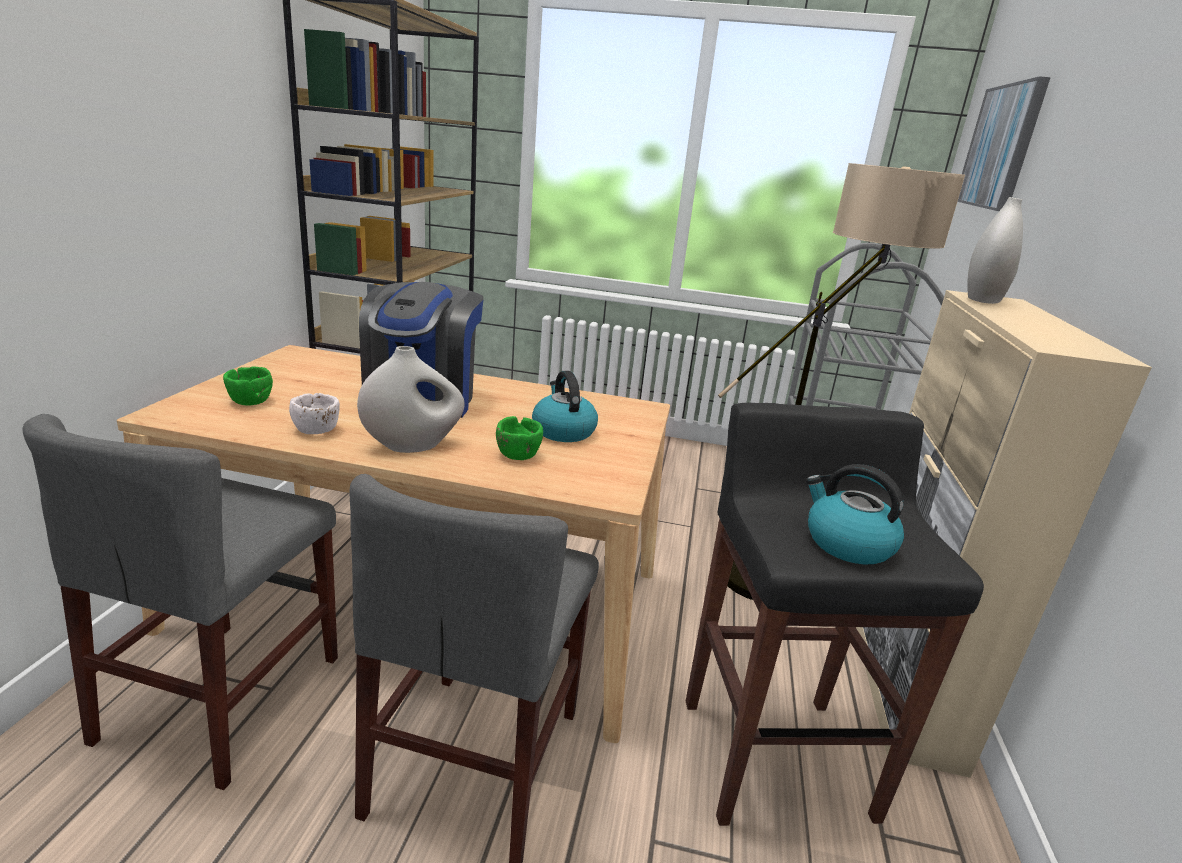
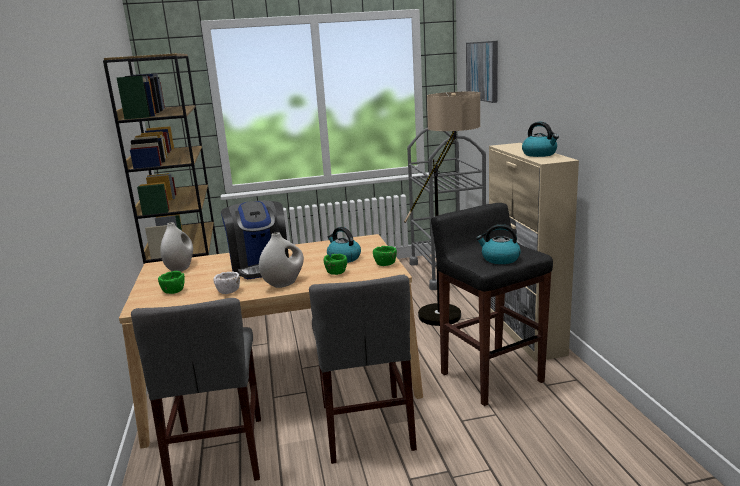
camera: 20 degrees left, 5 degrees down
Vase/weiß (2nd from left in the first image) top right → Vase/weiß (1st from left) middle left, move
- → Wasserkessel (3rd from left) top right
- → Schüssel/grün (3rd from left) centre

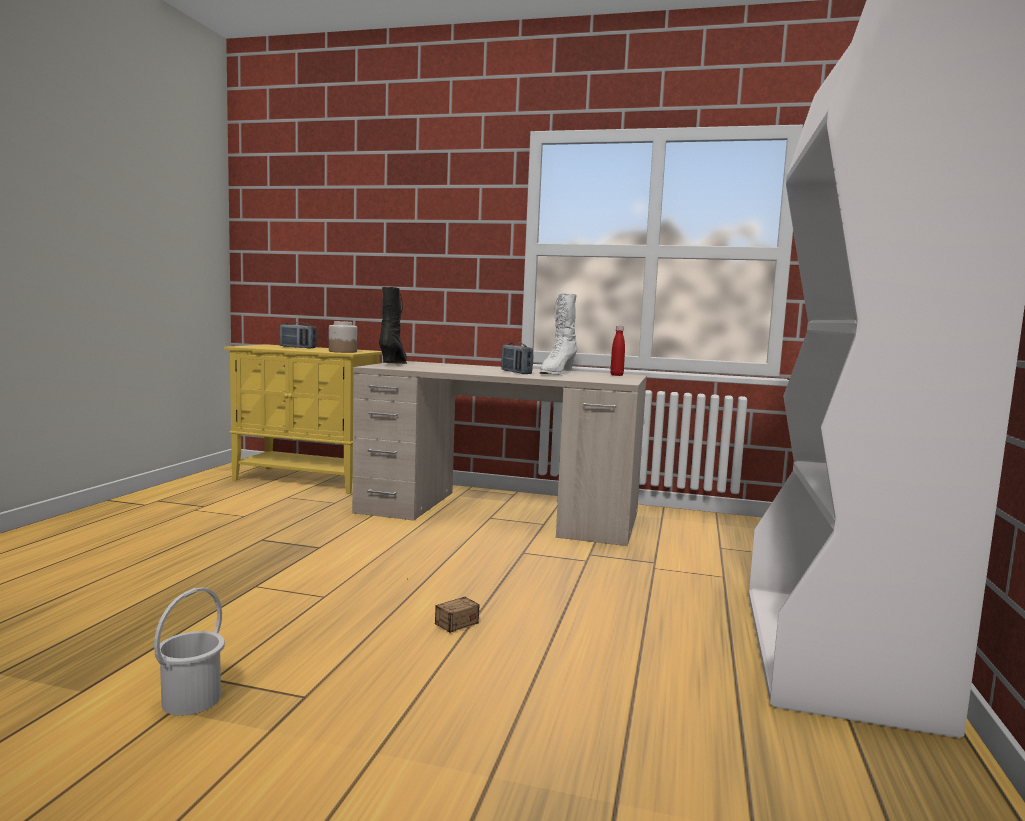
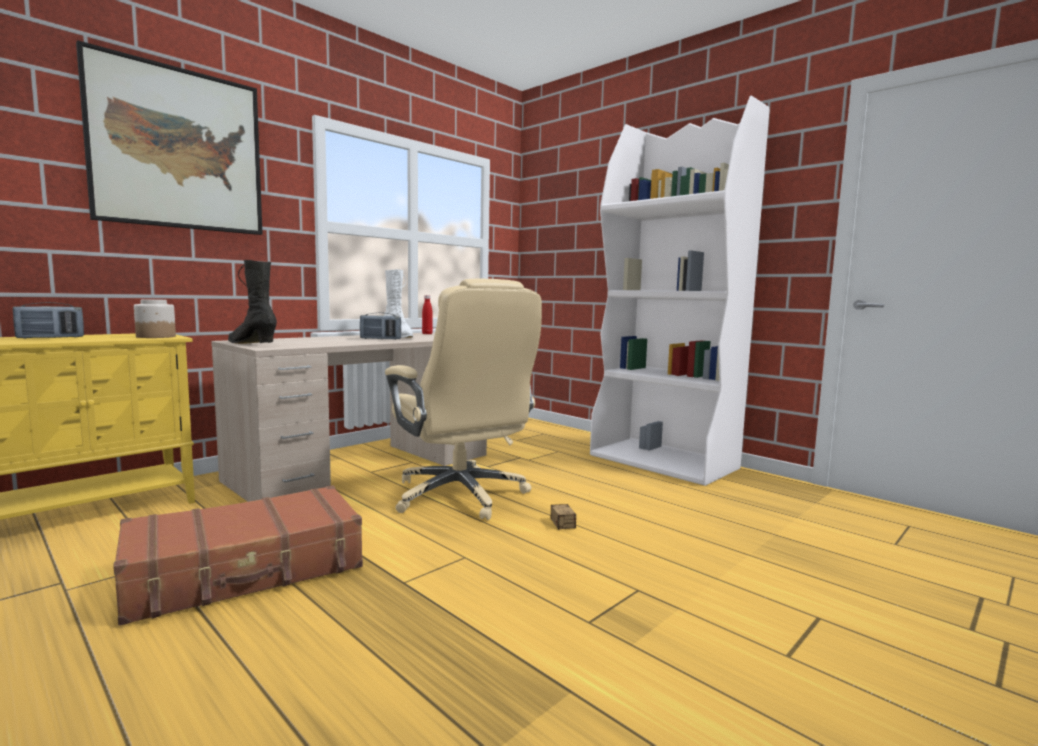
camera: 60 degrees left, 0 degrees up
Eimer/weiß bottom left → -
- → Bild top left
- → Bürostuhl/beige centre
- → Koffer/braun bottom left

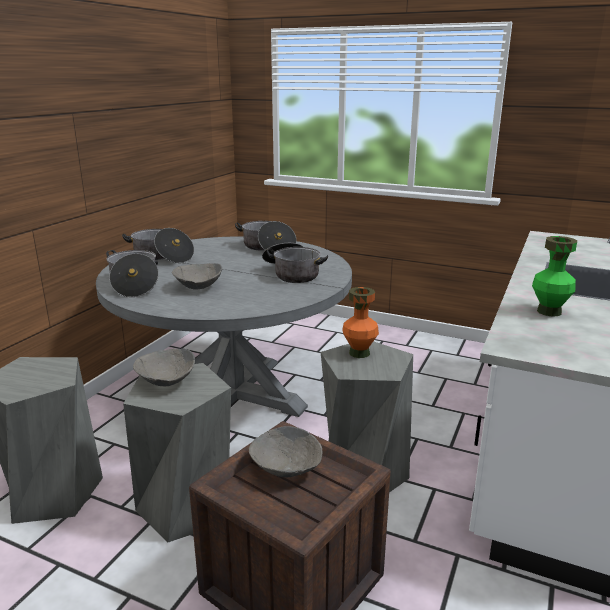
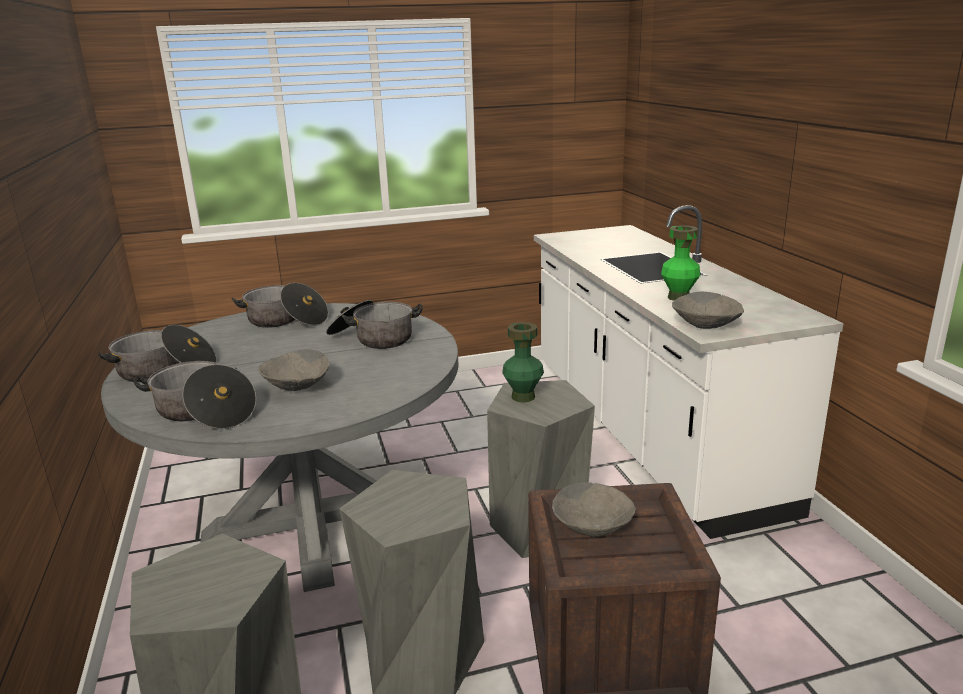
camera: 40 degrees left, 0 degrees up
Vase/orange centre → Vase/grün (1st from left) centre
Schüssel/grau (1st from left in the first image) middle left → Schüssel/grau (3rd from left) middle right, move

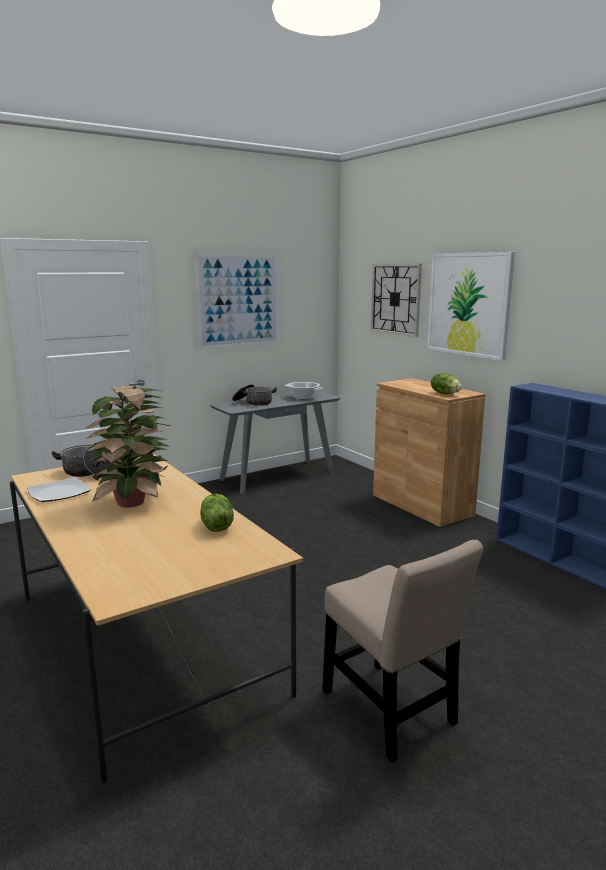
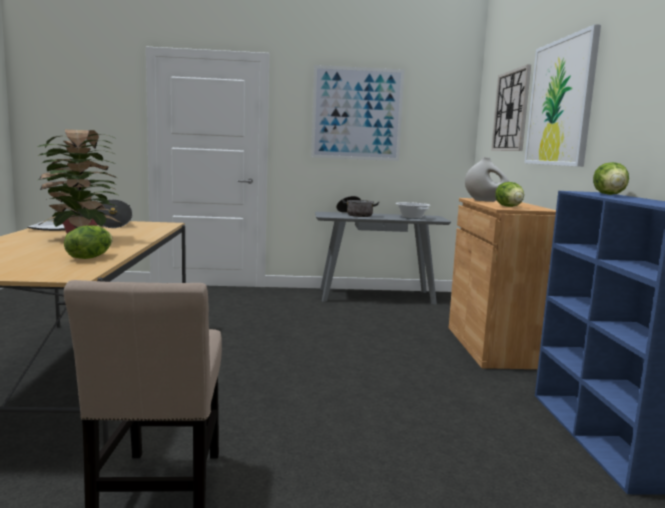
camera: 30 degrees right, 5 degrees down
- → Vase/weiß middle right
- → Salatkopf (3rd from left) middle right

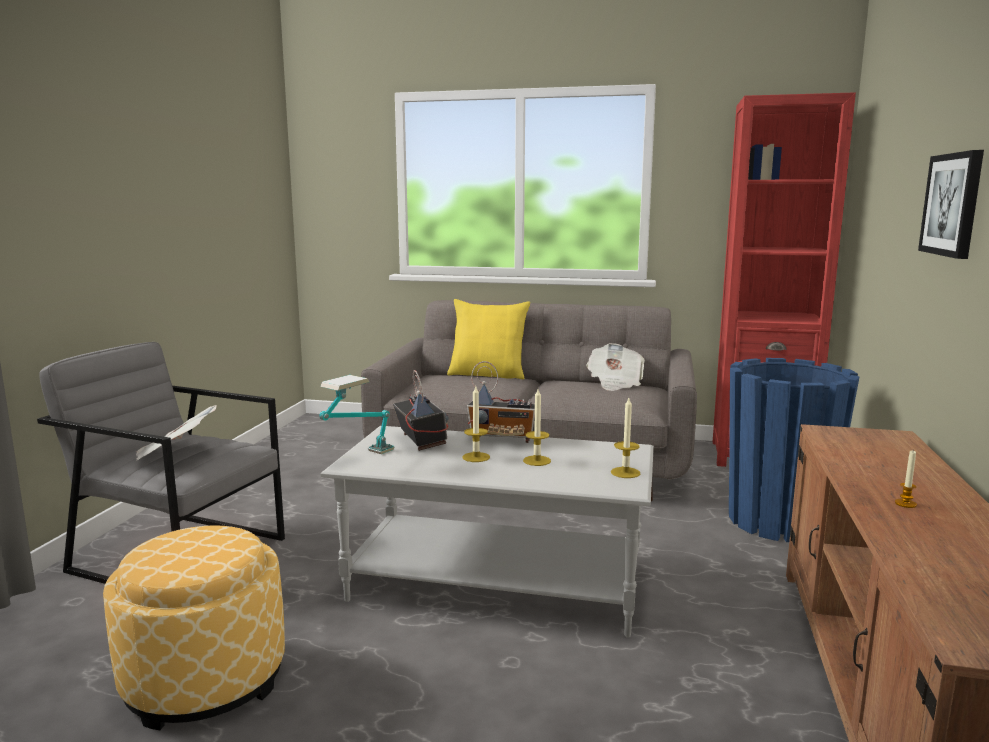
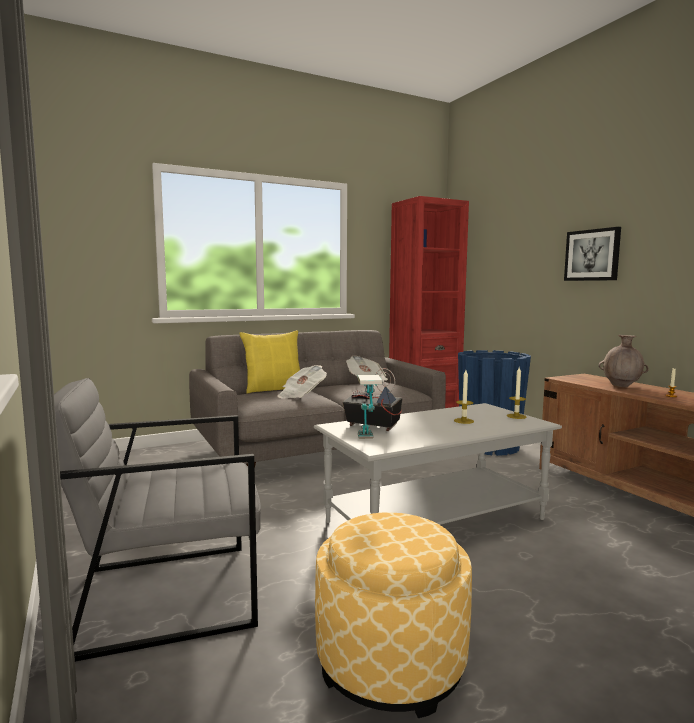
camera: 40 degrees left, 5 degrees down
Radio (2nd from left) centre → -
Kerze (1st from left) centre → -
Zeitung (1st from left) middle left → Zeitung (1st from left) centre, move
- → Vase/braun middle right

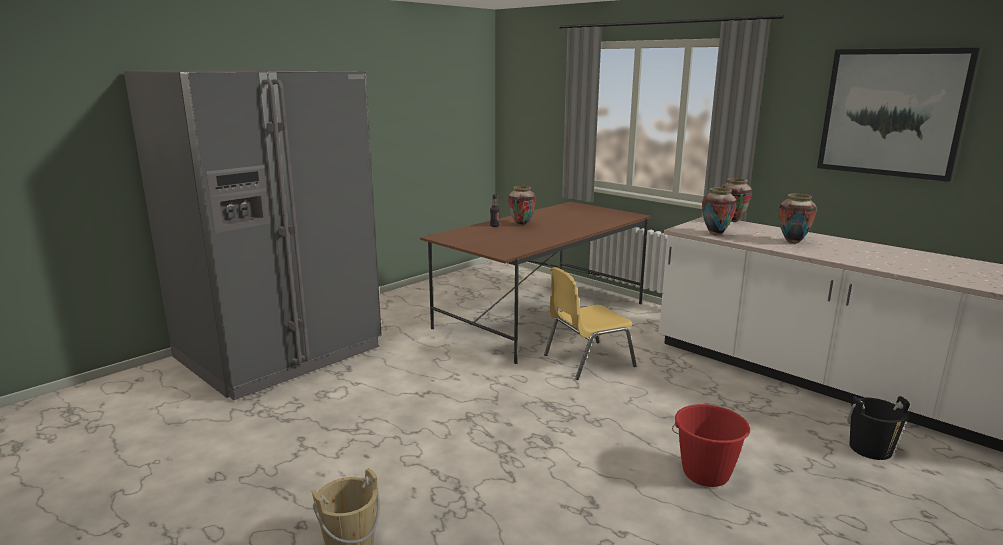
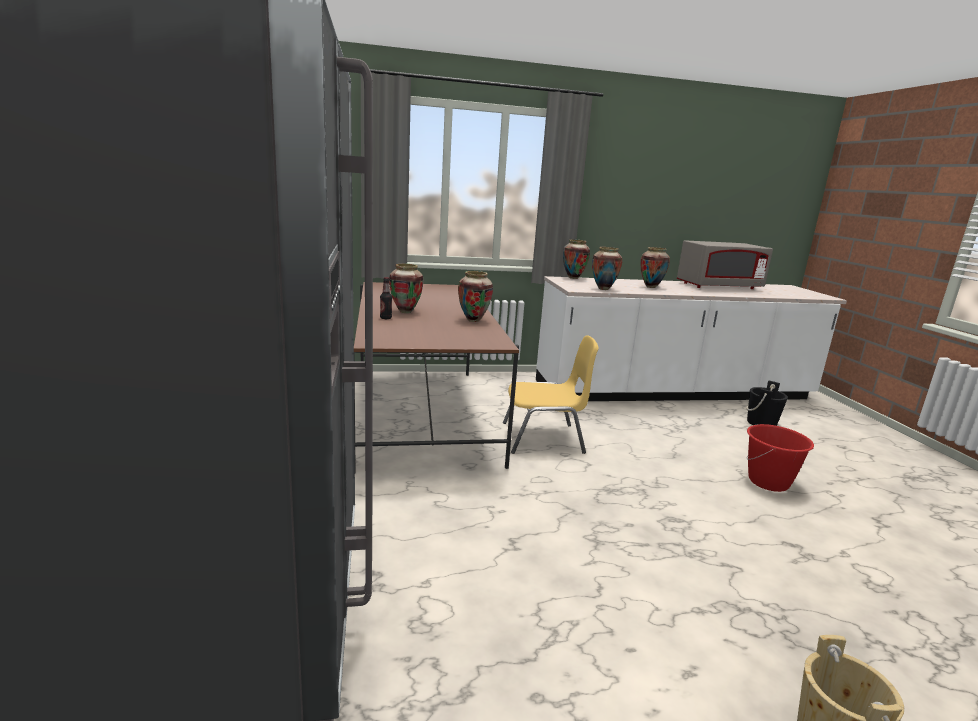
camera: 55 degrees left, 0 degrees up
Bild top right → -
Stuhl/gelb centre, 105 degrees counterclockwise
- → Mikrowelle/grau middle right
- → Vase (2nd from left) centre

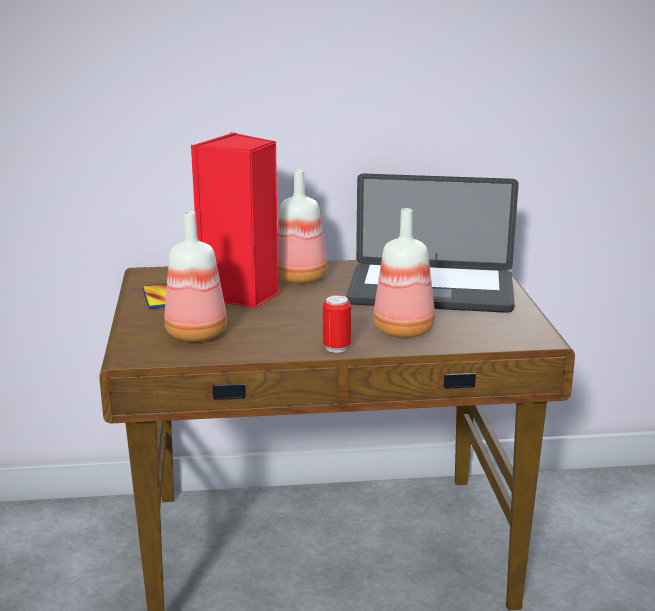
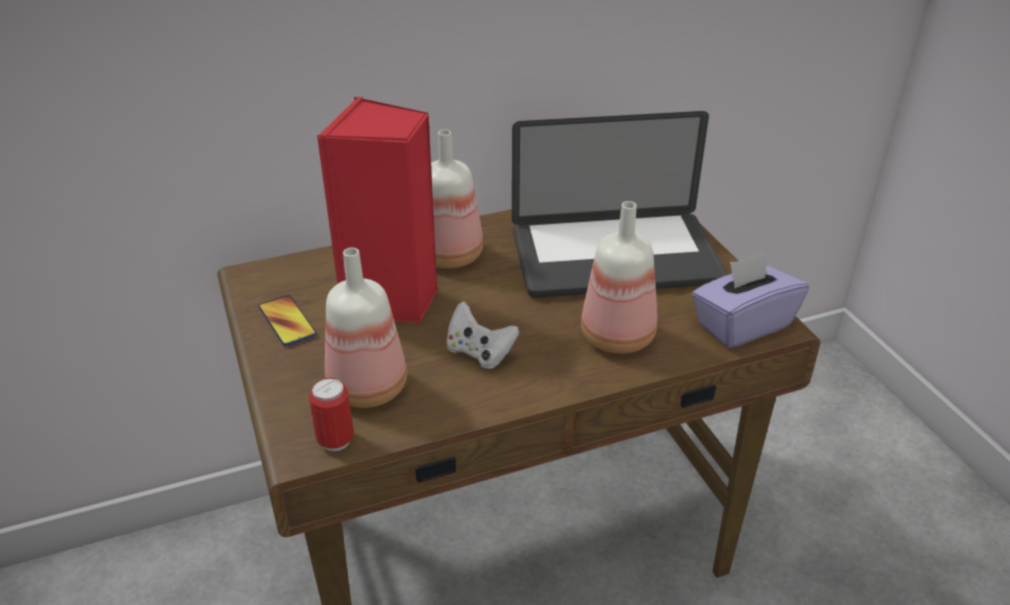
camera: 15 degrees left, 15 degrees up
Dose centre → Dose bottom left, move
- → Taschentuchbox/lila middle right
- → Gamepad/weiß centre

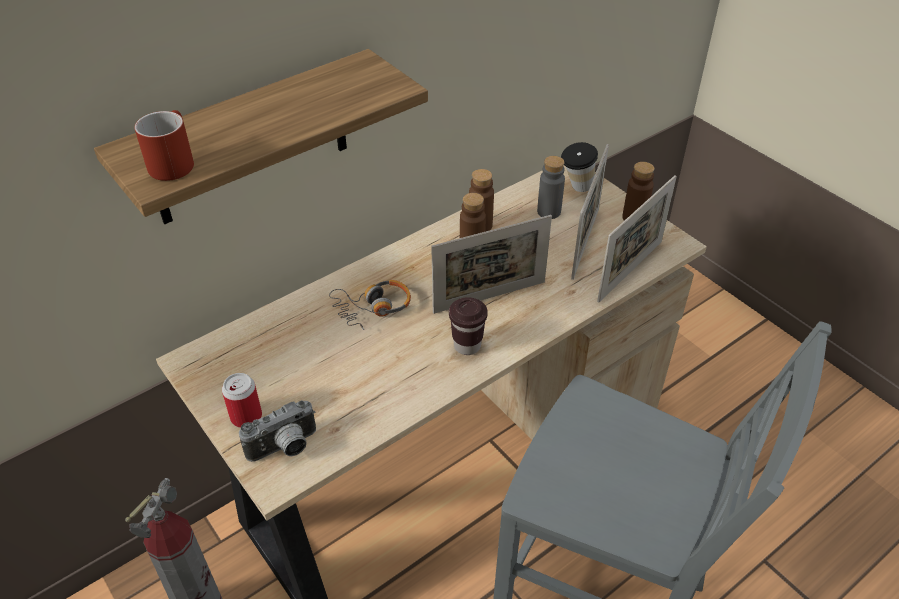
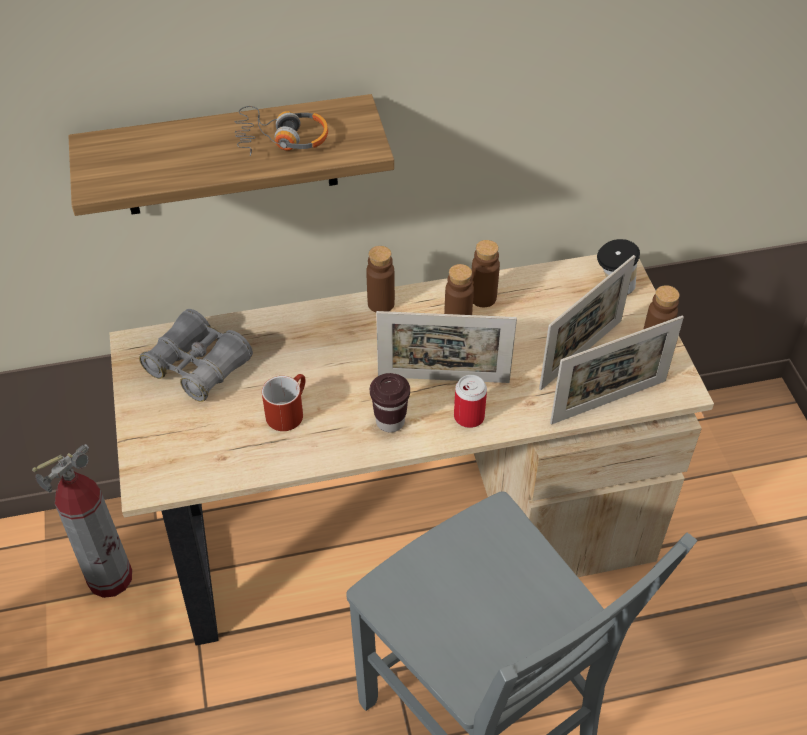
camera: 25 degrees right, 5 degrees up
Henkelbecher/rot top left → Henkelbecher/rot centre, move
Flasche/grau top centre → -
Kopfhörer centre → Kopfhörer top centre, move
Dose bottom left → Dose centre, move
Kamera bottom left → -
- → Flasche/braun (1st from left) centre
- → Fernglas/grau middle left

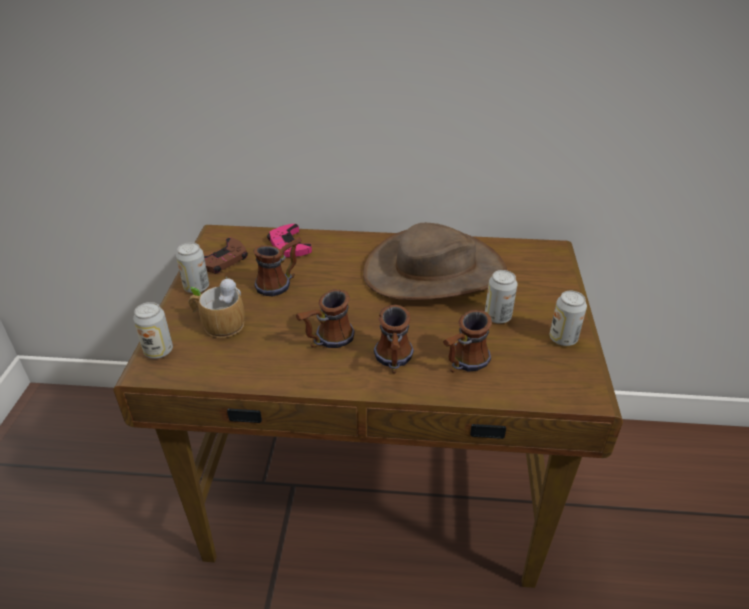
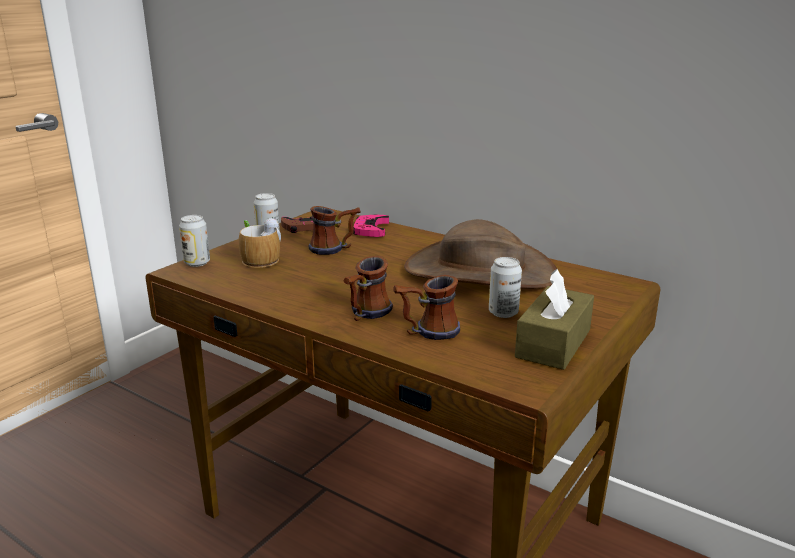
camera: 30 degrees right, 15 degrees down
Henkelbecher (3rd from left) centre → -
Dose (4th from left) middle right → Taschentuchbox/braun middle right

